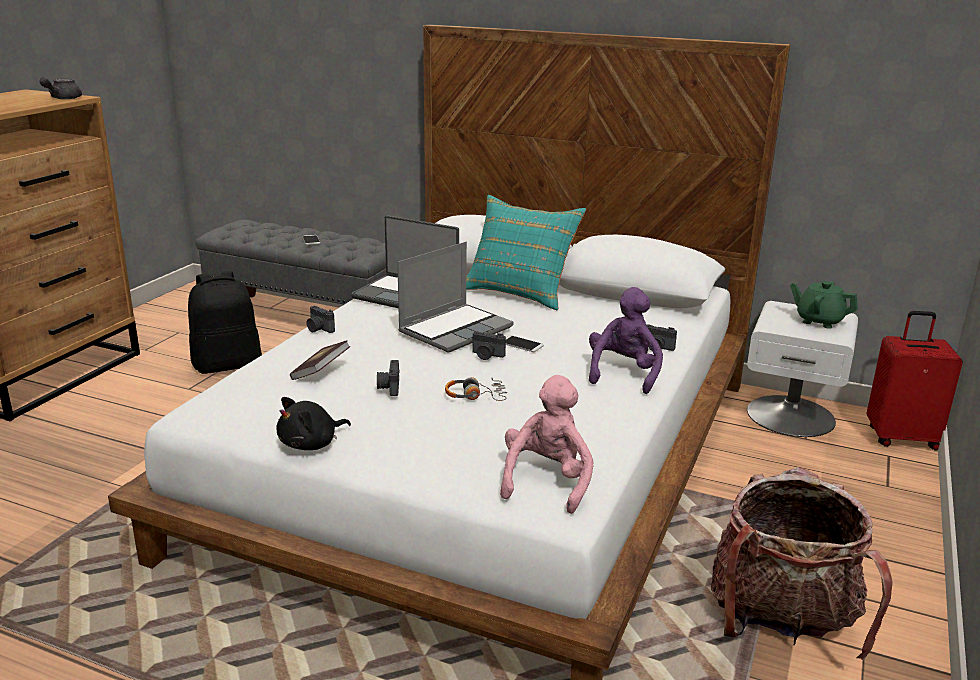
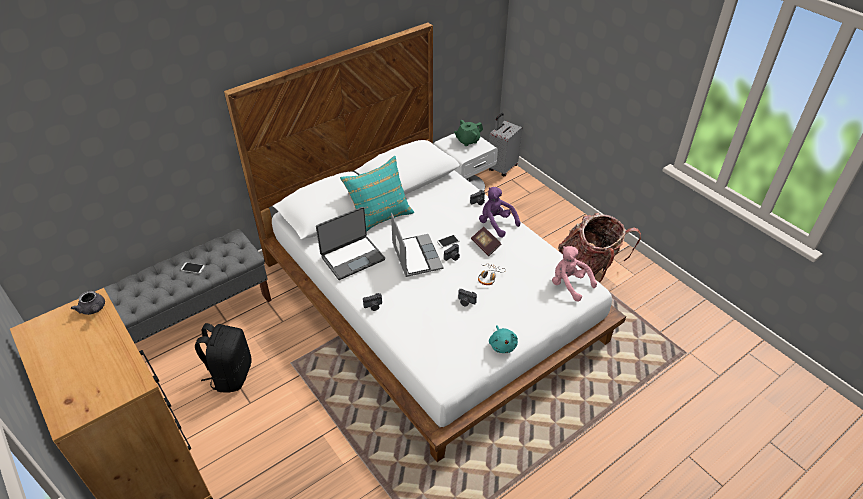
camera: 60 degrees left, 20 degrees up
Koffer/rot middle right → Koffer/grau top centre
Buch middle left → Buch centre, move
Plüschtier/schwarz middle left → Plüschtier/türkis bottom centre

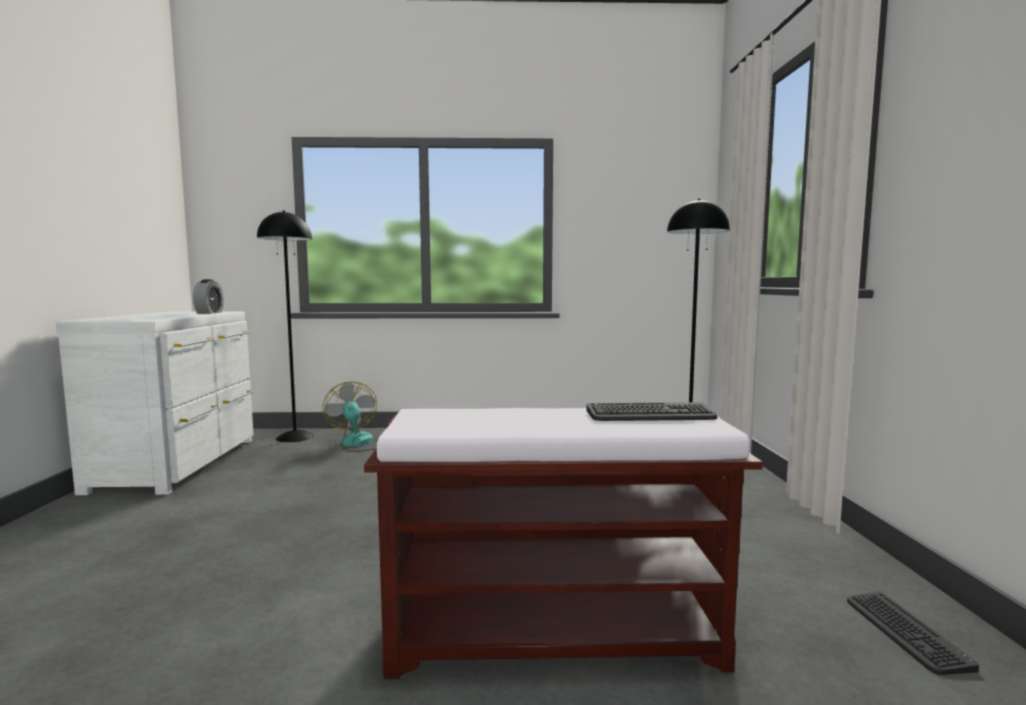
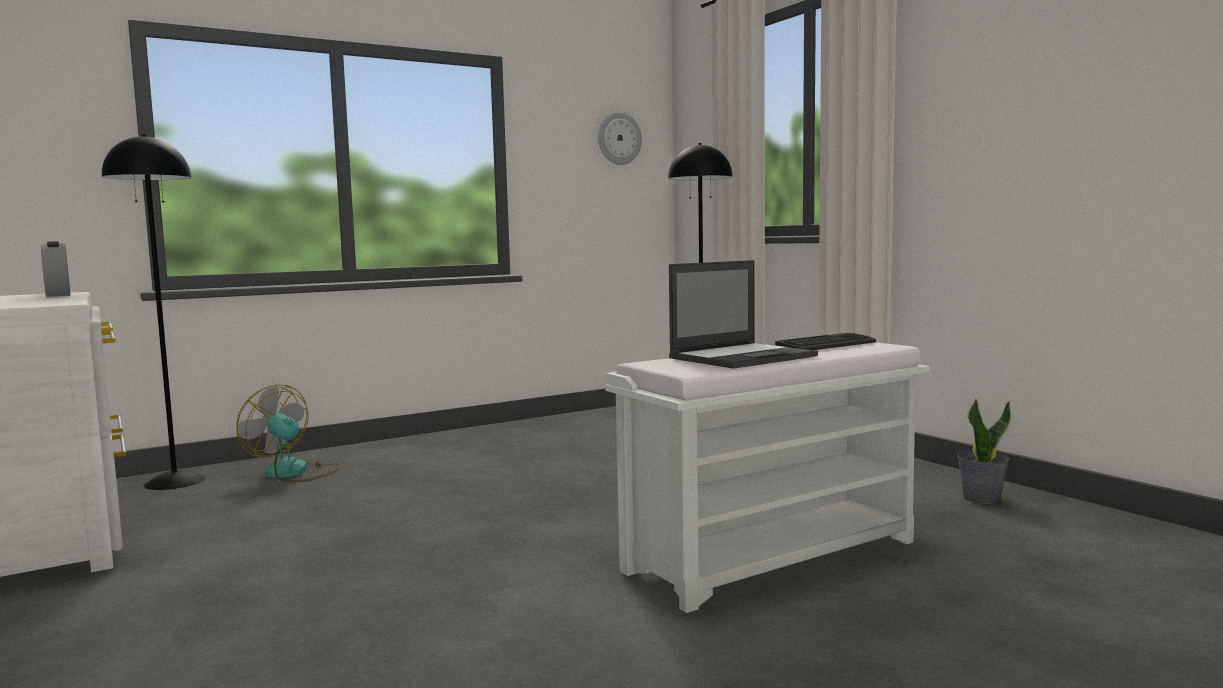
camera: 30 degrees left, 0 degrees up
Bank/braun bottom centre → Bank/weiß bottom centre
Tastatur (2nd from left) bottom right → Topfpflanze middle right
- → Wanduhr top centre
- → Laptop centre

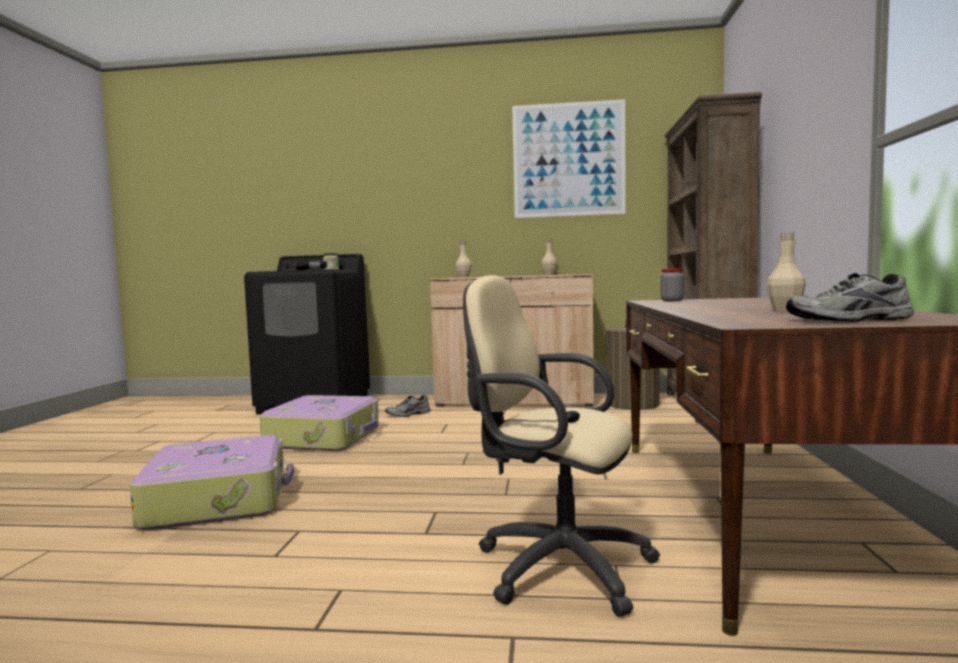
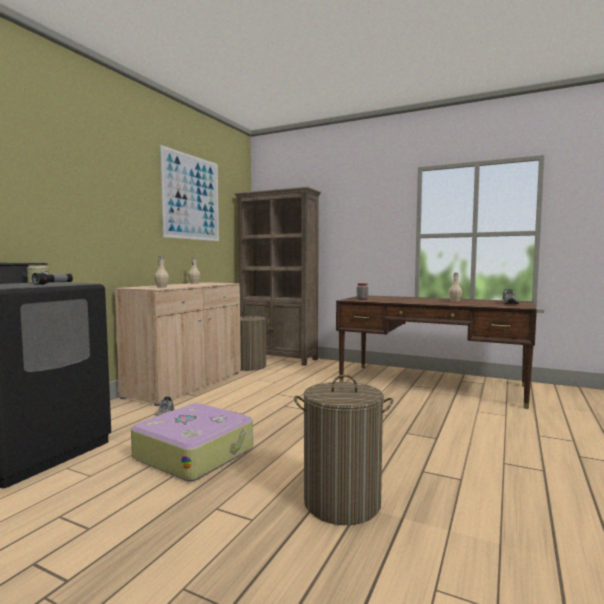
camera: 70 degrees left, 0 degrees up
Bürostuhl/beige bottom centre → -
Koffer (1st from left) bottom left → Wäschekorb (2nd from left) bottom centre

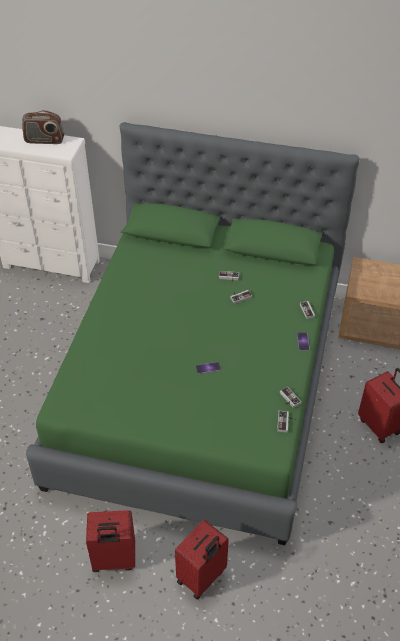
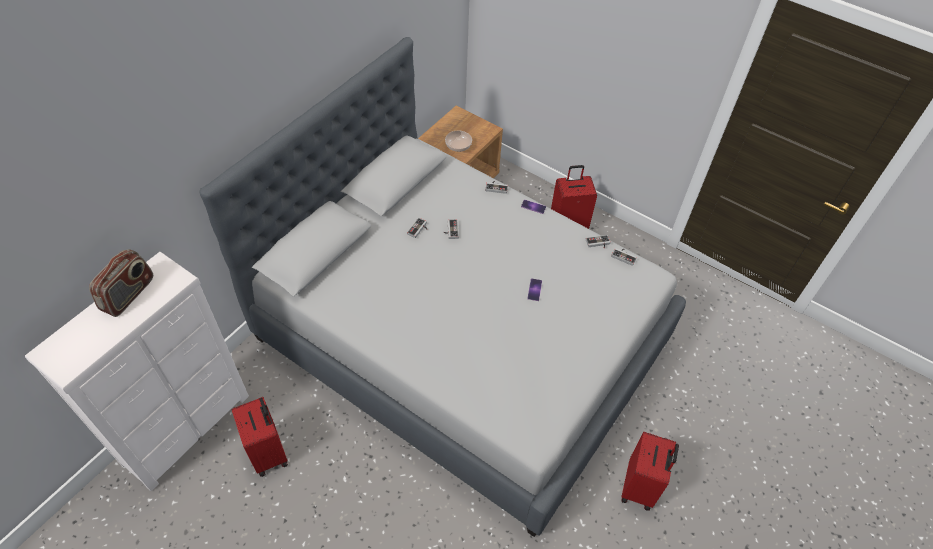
camera: 70 degrees left, 5 degrees up
Bett/grün centre → Bett/grau centre
Koffer/rot (2nd from left in the first image) bottom centre → Koffer/rot (1st from left) bottom left, move
- → Schüssel top centre

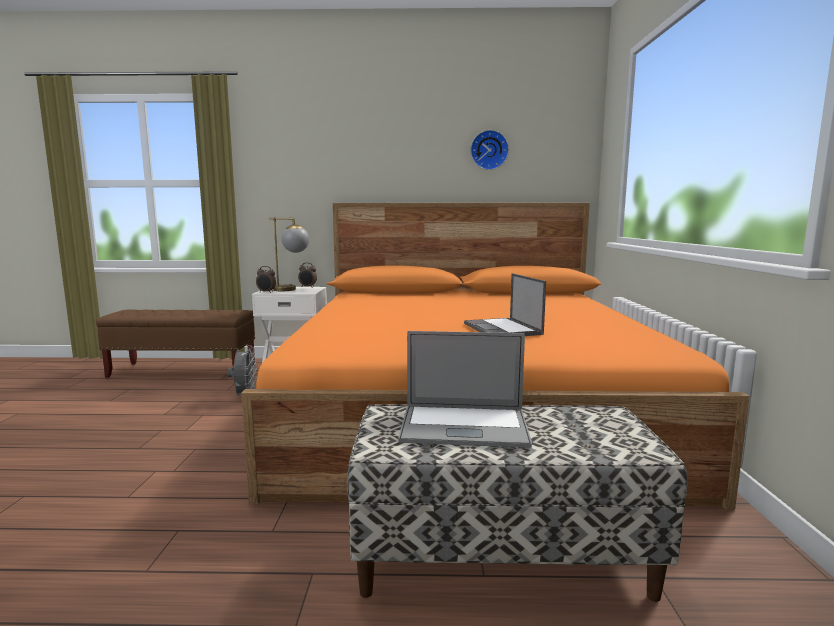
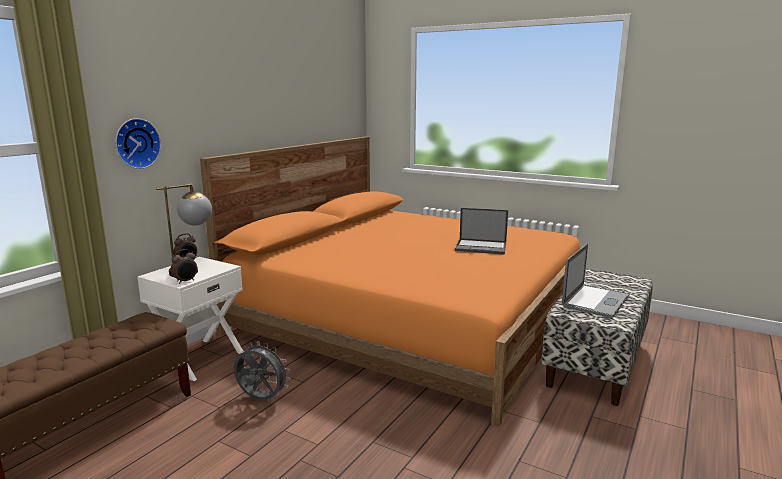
camera: 60 degrees left, 5 degrees up
Wanduhr top centre → Wanduhr top left, move

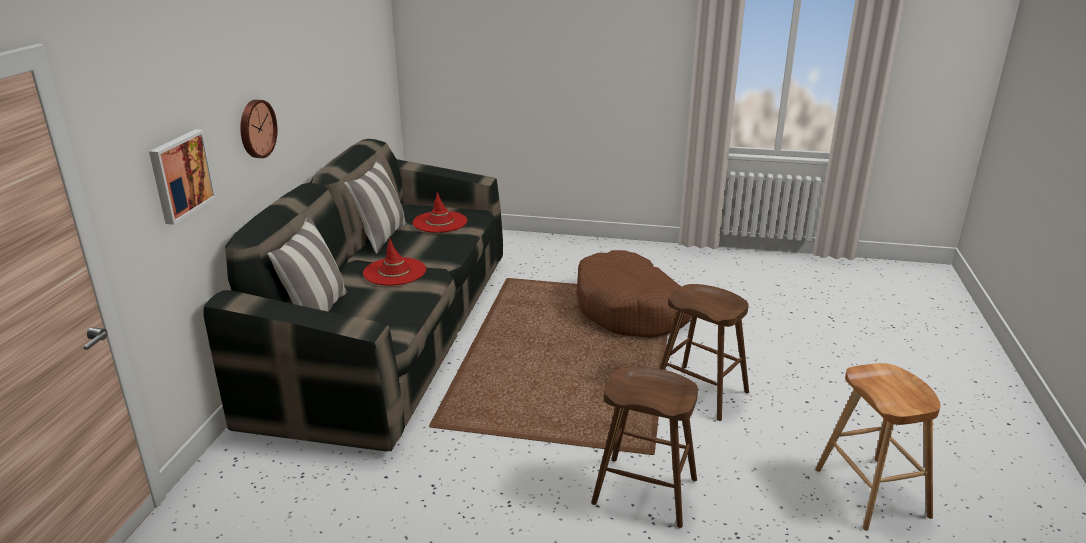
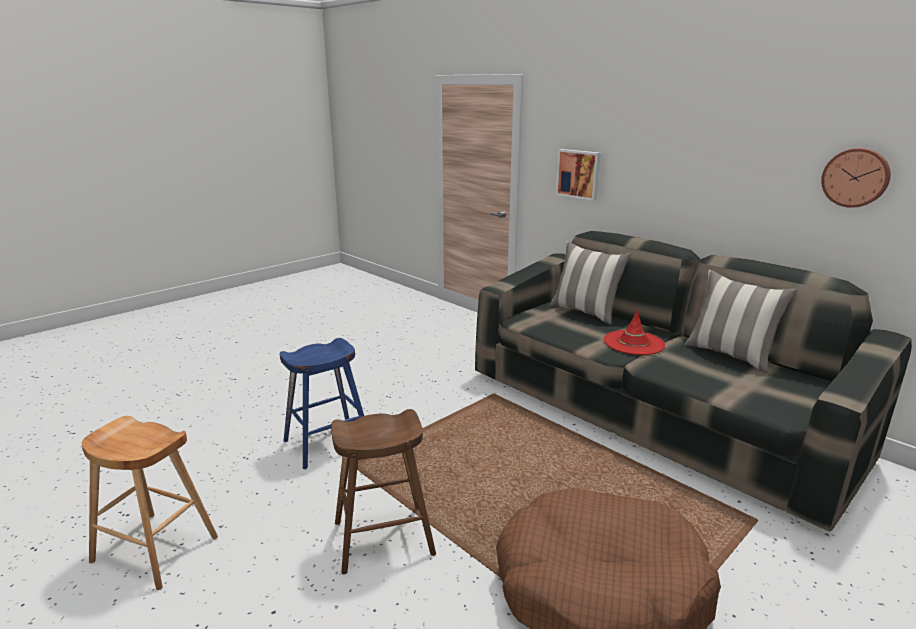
camera: 125 degrees right, 5 degrees down
Wanduhr top left → Wanduhr top right, move
Hut/rot (2nd from left) centre → -
Hocker/braun (1st from left) bottom centre → Hocker/blau centre

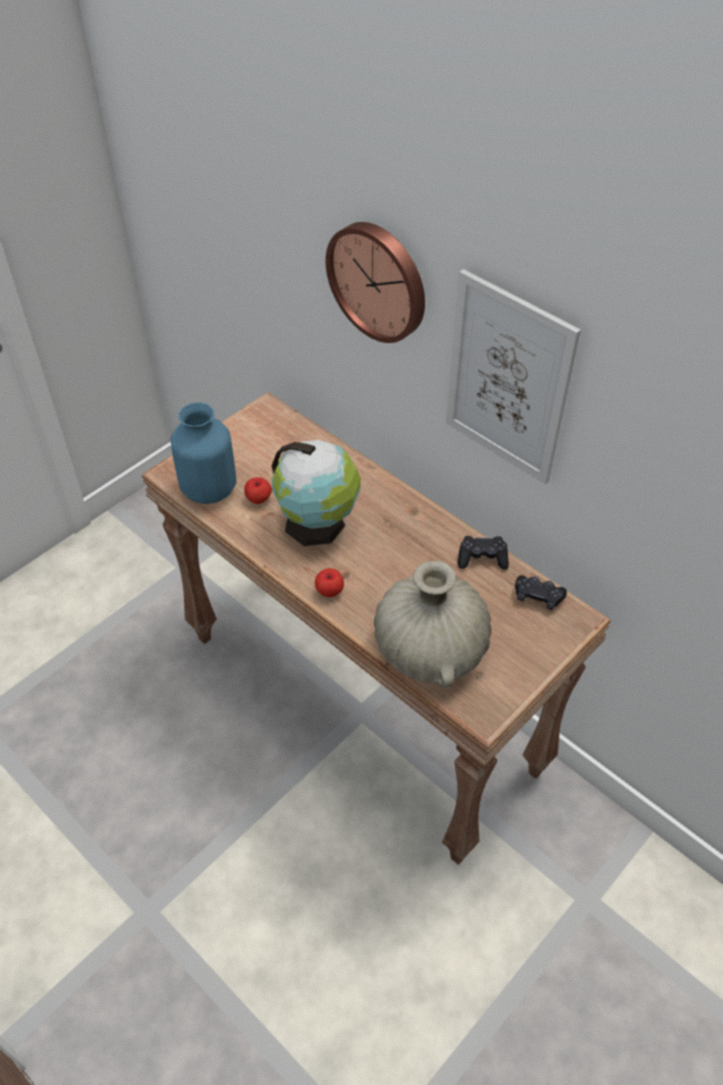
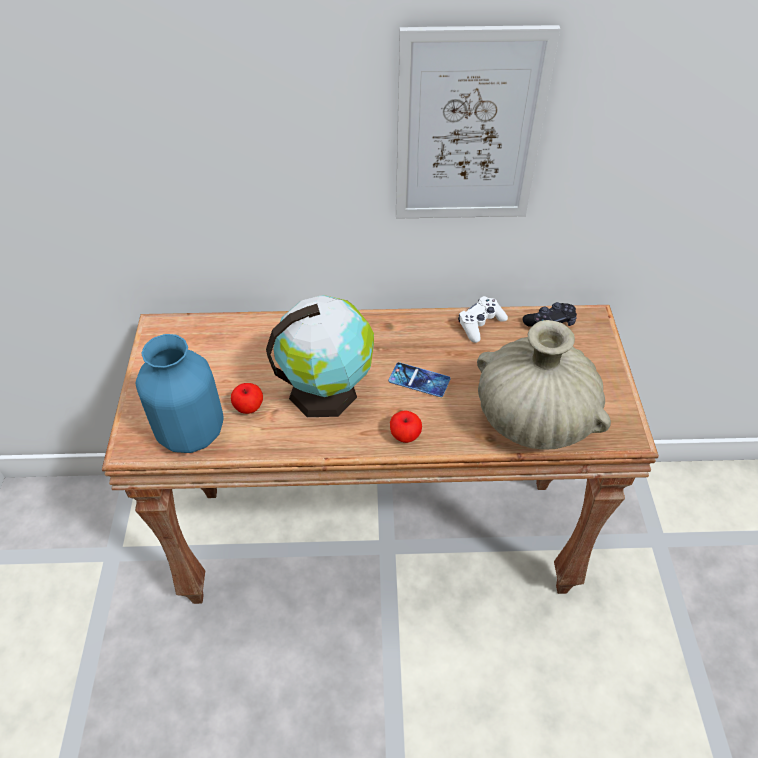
camera: 45 degrees left, 0 degrees up
Wanduhr top centre → -
Gamepad/schwarz (1st from left) middle right → Gamepad/weiß centre
- → Handy centre

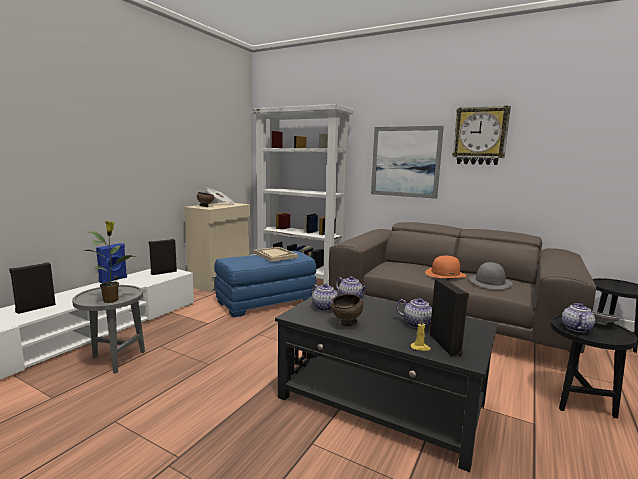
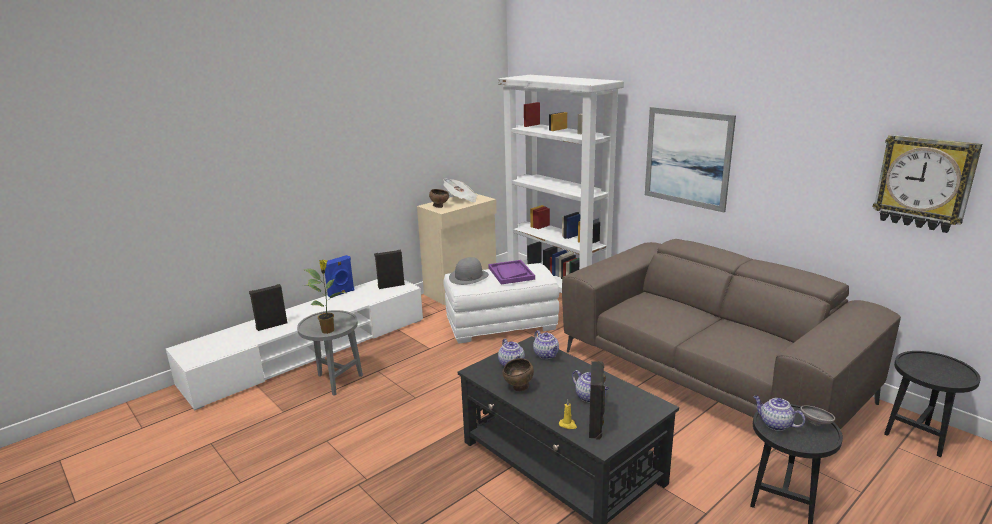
camera: 20 degrees right, 10 degrees up
Wanduhr top right → Wanduhr middle right, move
Tablett/beige centre → Tablett/lila centre
Polsterhocker/blau centre → Polsterhocker/weiß centre
Hut/orange middle right → -
Hut/grau middle right → Hut/grau centre, move
Teekanne (4th from left) middle right → Teekanne (4th from left) bottom right, 90 degrees counterclockwise

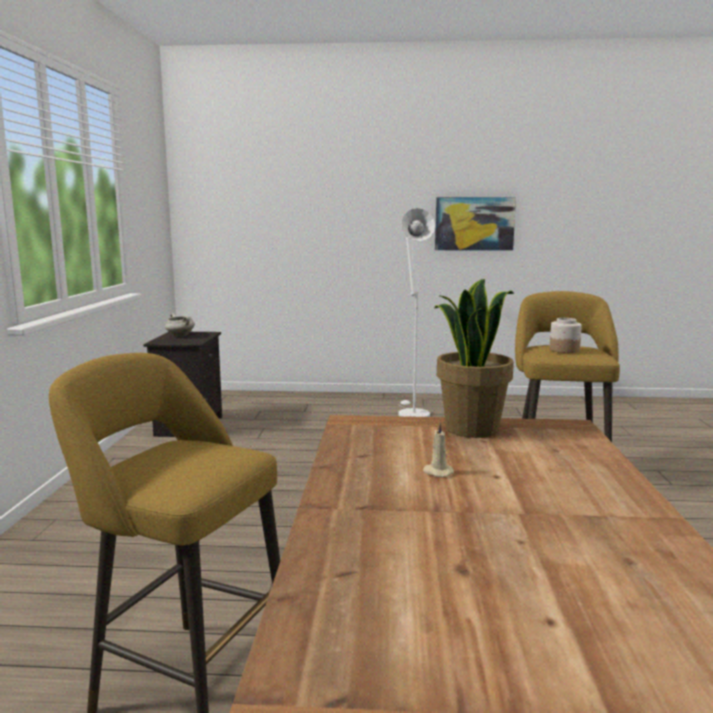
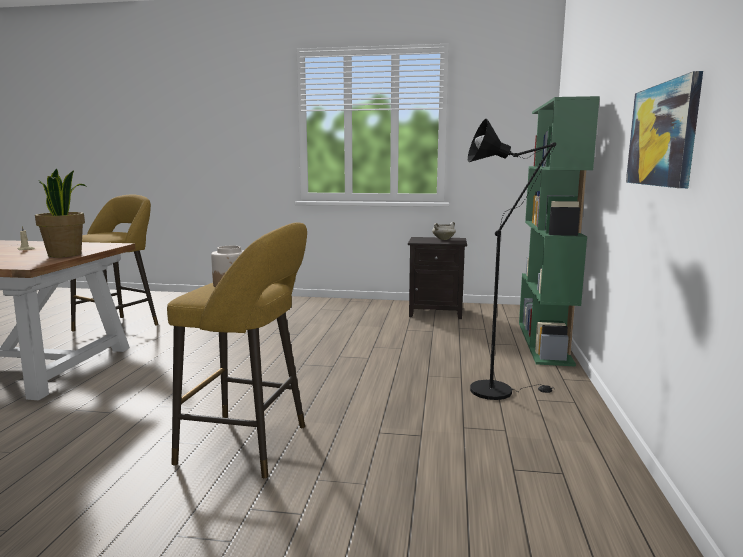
camera: 95 degrees right, 0 degrees up
Stehlampe/weiß centre → Stehlampe/schwarz middle right
- → Bücherregal/grün middle right

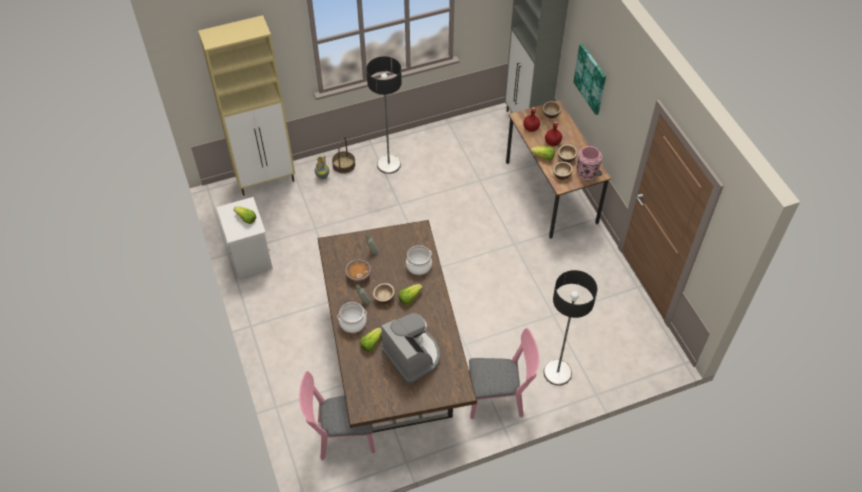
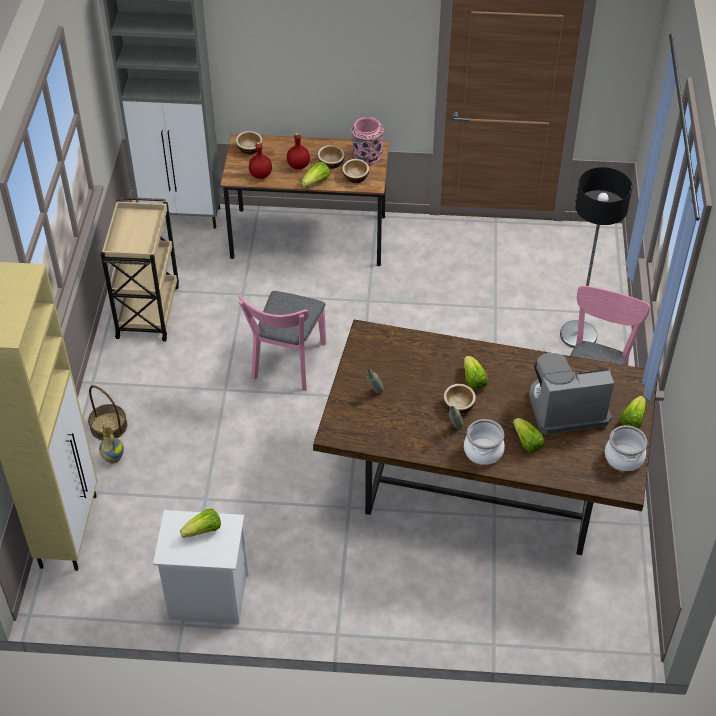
camera: 65 degrees left, 5 degrees down
Bild top right → -
Stehlampe (1st from left) top centre → -
Kochtopf (2nd from left) centre → Kochtopf (2nd from left) middle right, move
Schüssel (1st from left) centre → -
Stuhl/rosa (1st from left) bottom centre → Stuhl/rosa (1st from left) centre, move
- → Rollwagen/beige middle left
- → Salatkopf (5th from left) middle right

